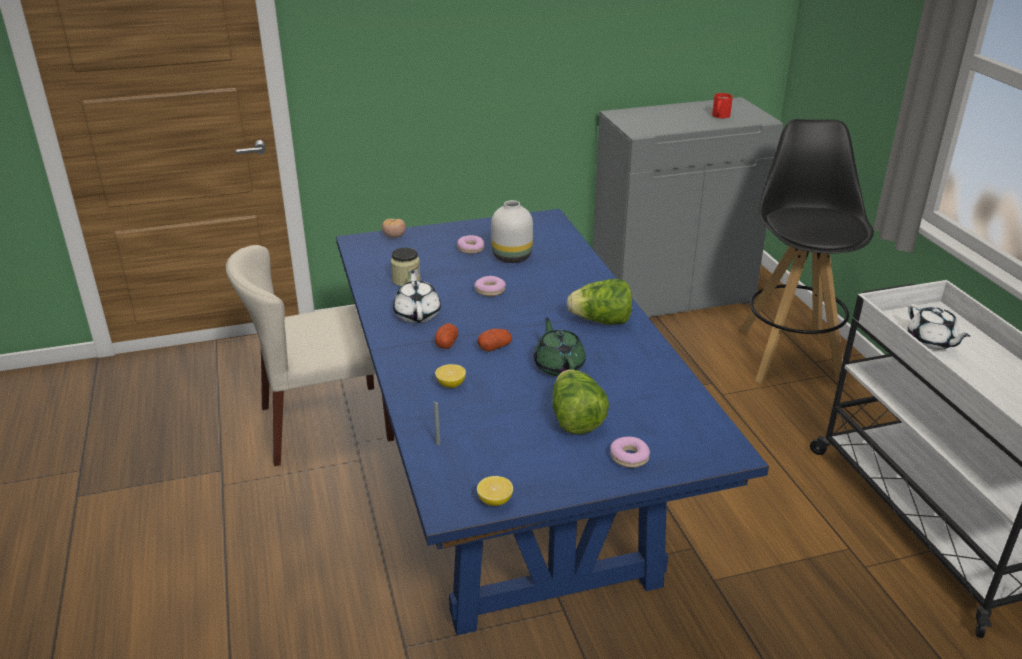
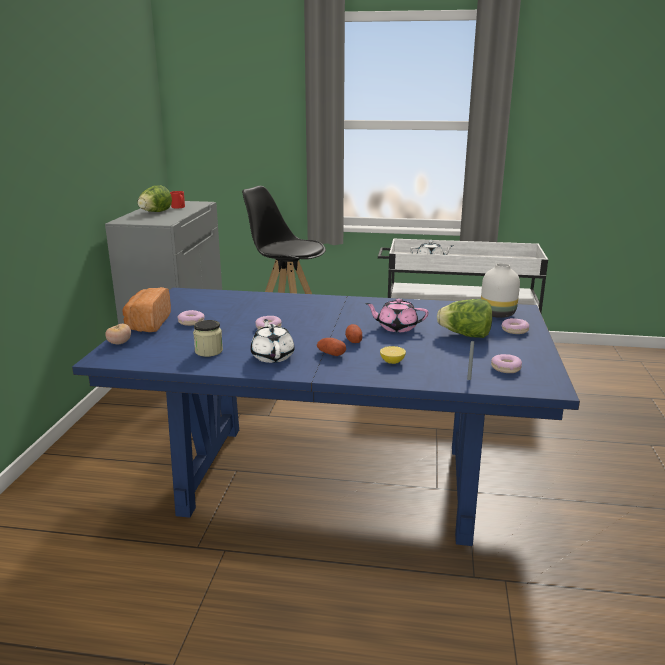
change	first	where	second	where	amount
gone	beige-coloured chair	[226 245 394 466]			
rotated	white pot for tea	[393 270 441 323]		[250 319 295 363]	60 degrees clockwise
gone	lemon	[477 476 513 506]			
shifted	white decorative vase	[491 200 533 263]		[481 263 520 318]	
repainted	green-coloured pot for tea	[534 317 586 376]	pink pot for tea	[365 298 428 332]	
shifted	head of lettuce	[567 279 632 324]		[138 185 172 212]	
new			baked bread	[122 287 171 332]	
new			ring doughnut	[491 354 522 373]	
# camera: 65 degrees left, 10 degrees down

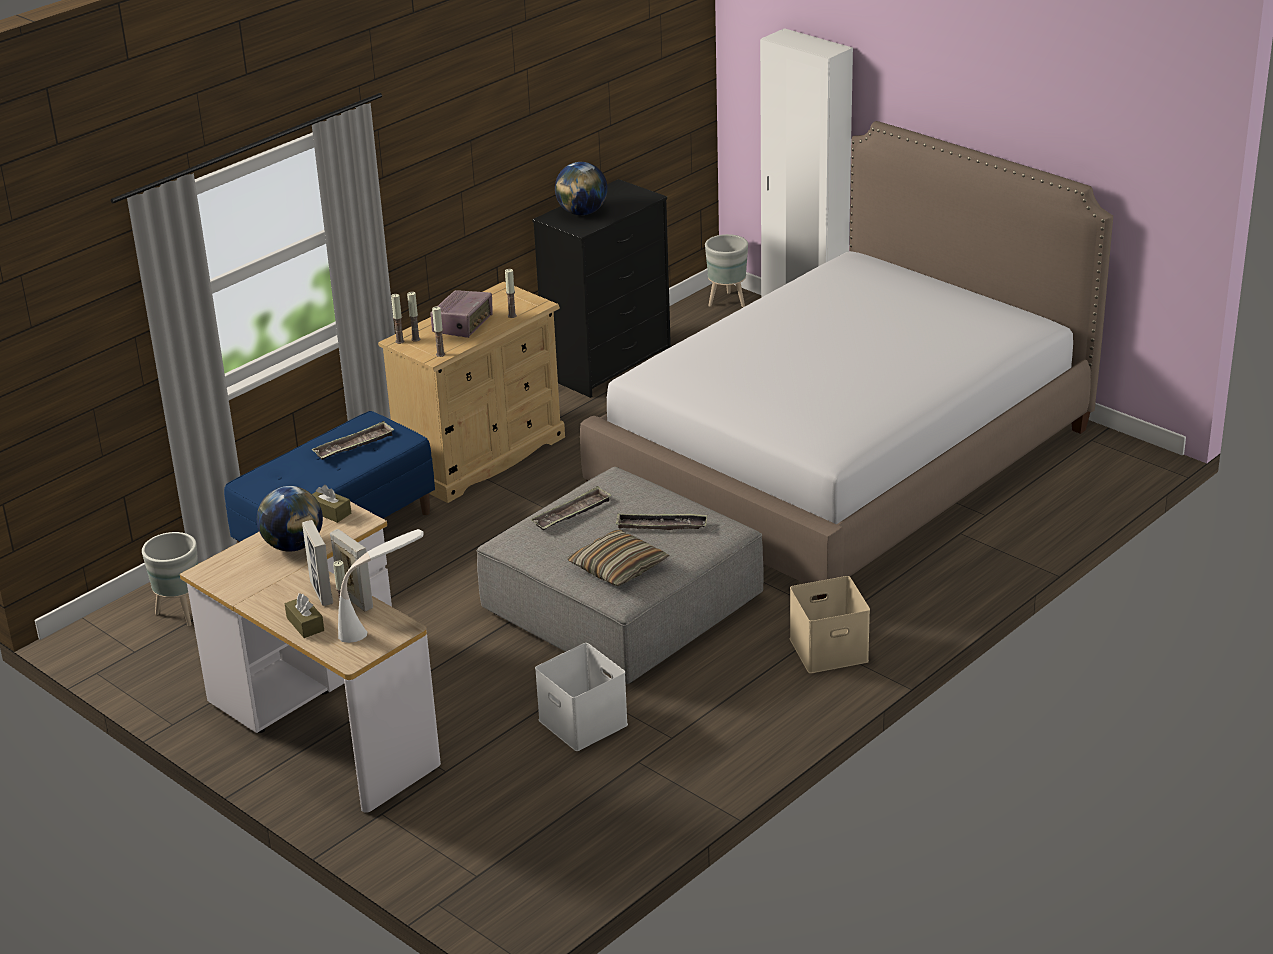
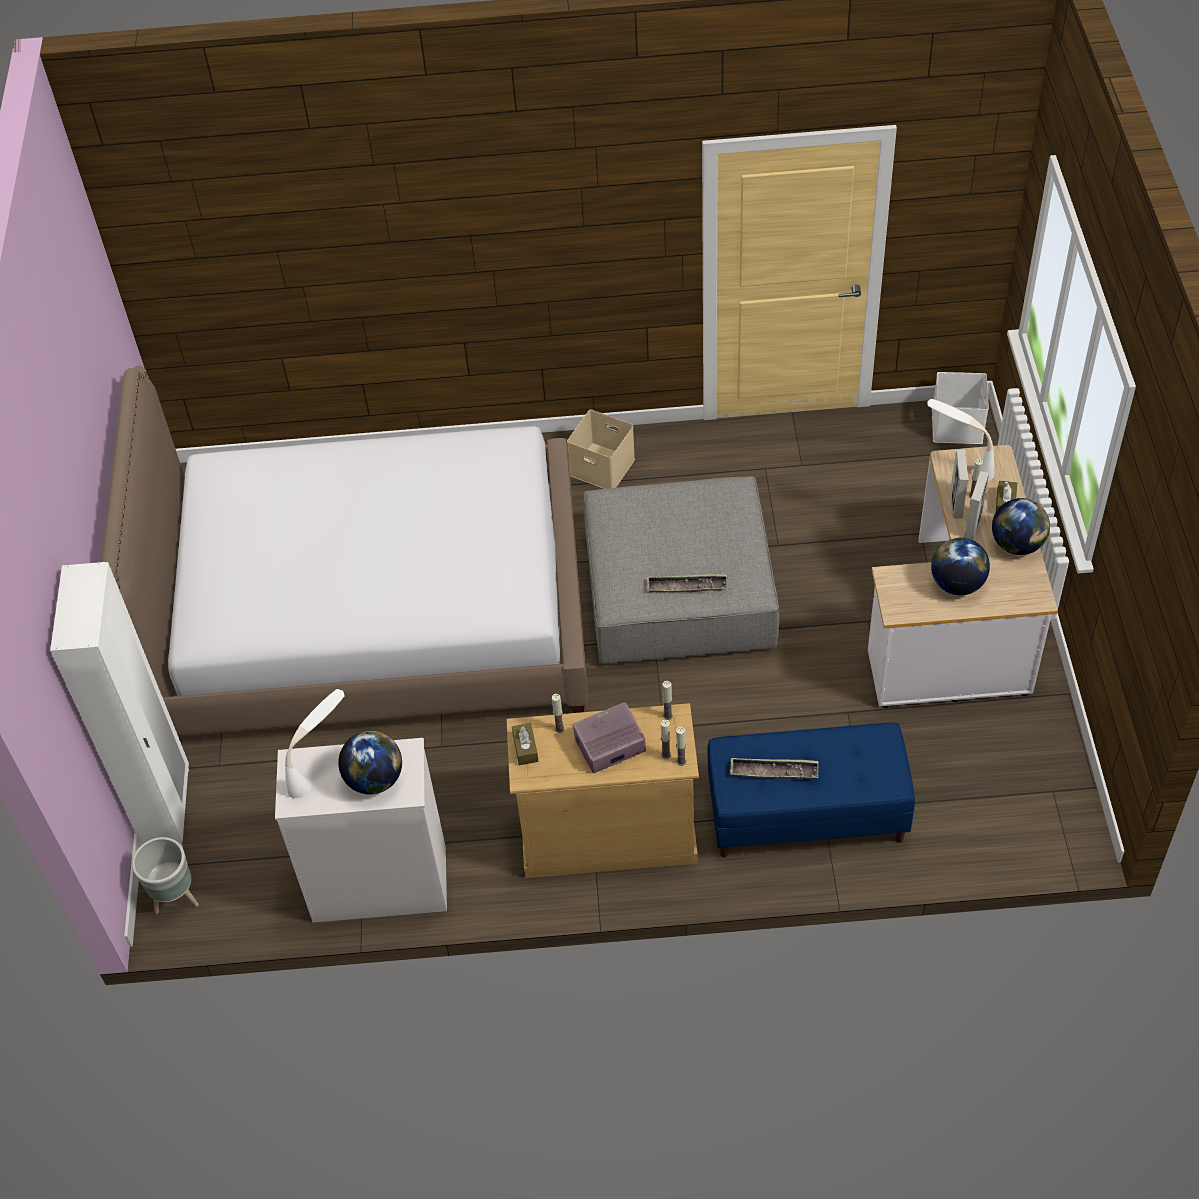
change	first	where	second	where	amount
gone	greyish plant pot	[142 532 198 626]			
shifted	brown-coloured tissue box	[312 485 351 523]		[512 723 538 765]	
repainted	blackish dresser	[532 179 671 398]	white dresser	[275 738 447 923]	
shifted	white storage container	[535 643 628 751]		[932 372 989 444]	
gone	cushion	[567 529 670 587]			
gone	tray	[616 514 708 530]			
new			white table lamp	[285 689 345 799]	
new			world globe	[992 498 1050 555]	
# camera: 135 degrees left, 20 degrees up

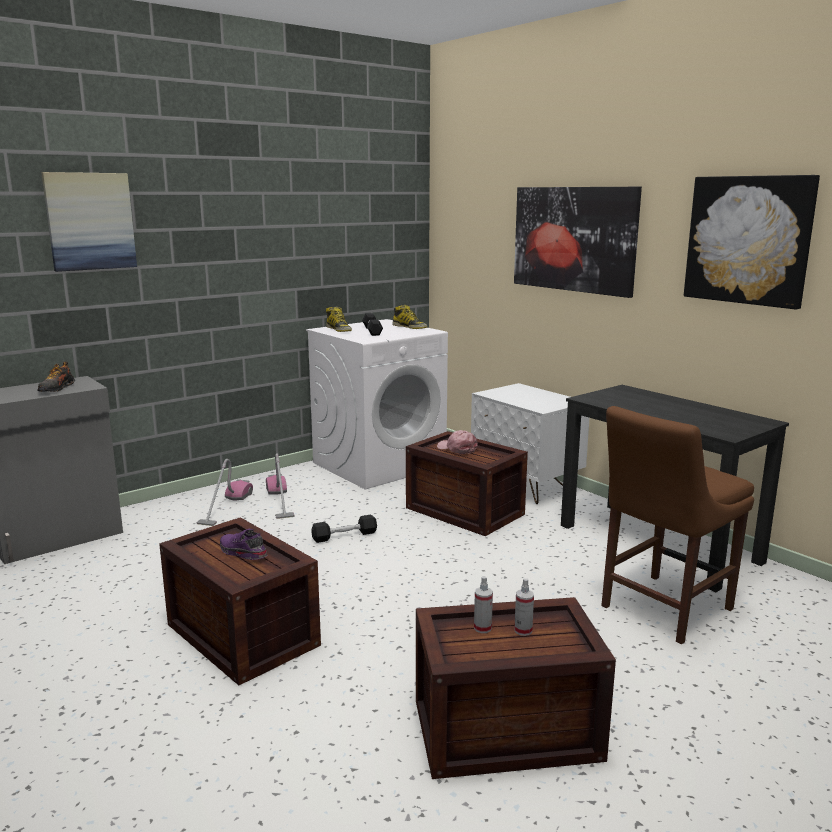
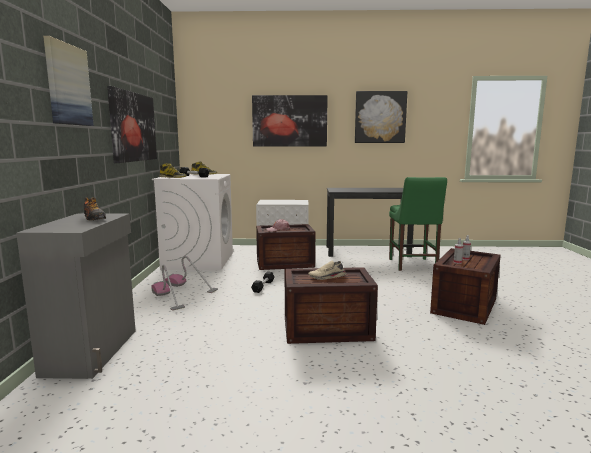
change	first	where	second	where	amount
repainted	purple item of footwear	[220 529 267 560]	beige-coloured item of footwear	[308 261 346 280]	
repainted	brown-coloured chair	[601 406 754 644]	green-coloured chair	[389 177 447 271]	
new			wall art	[107 86 157 163]	
# camera: 50 degrees left, 5 degrees down

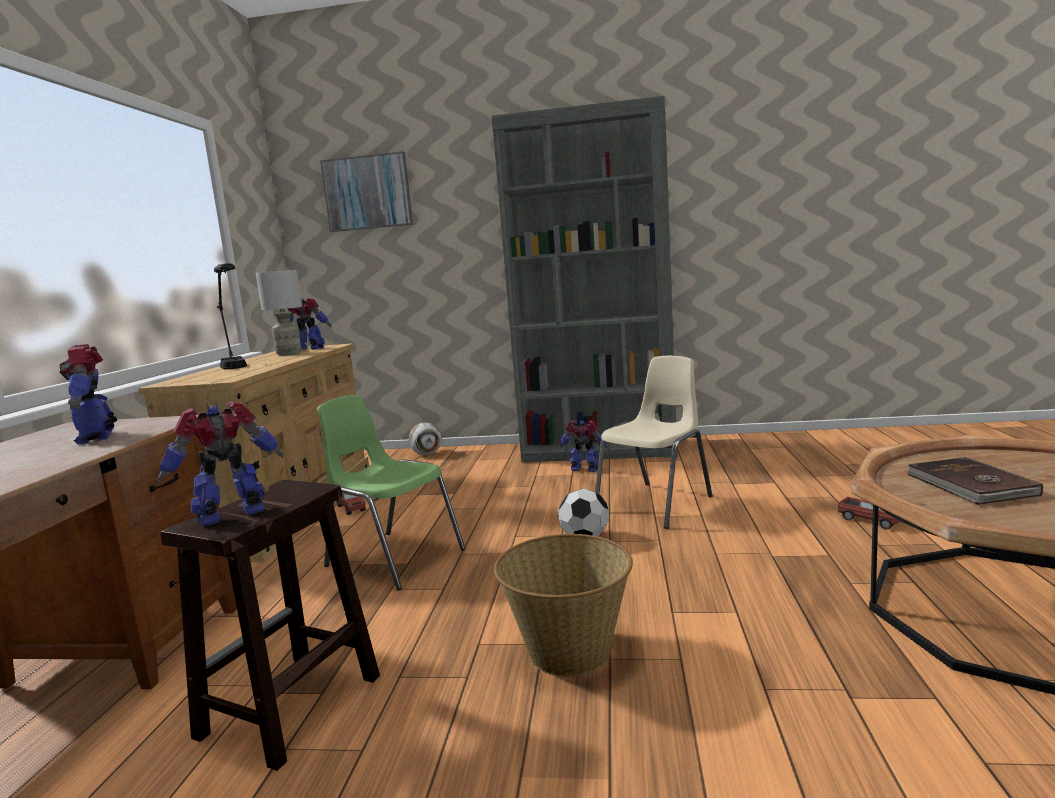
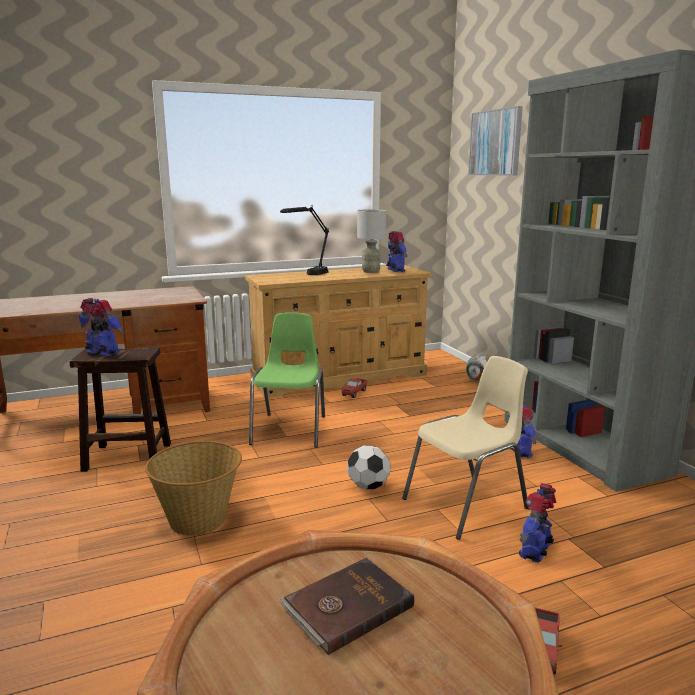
change	first	where	second	where	amount
shifted	toy robot	[59 344 117 444]		[519 483 556 563]	
rotated	beige-coloured chair	[595 356 712 529]		[402 356 528 540]	45 degrees counterclockwise
# camera: 60 degrees right, 5 degrees up

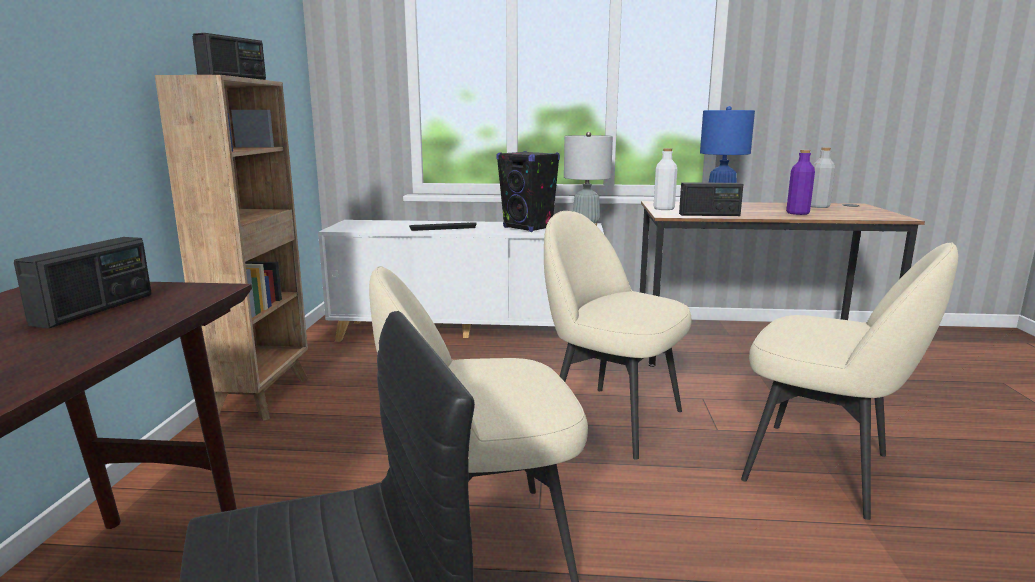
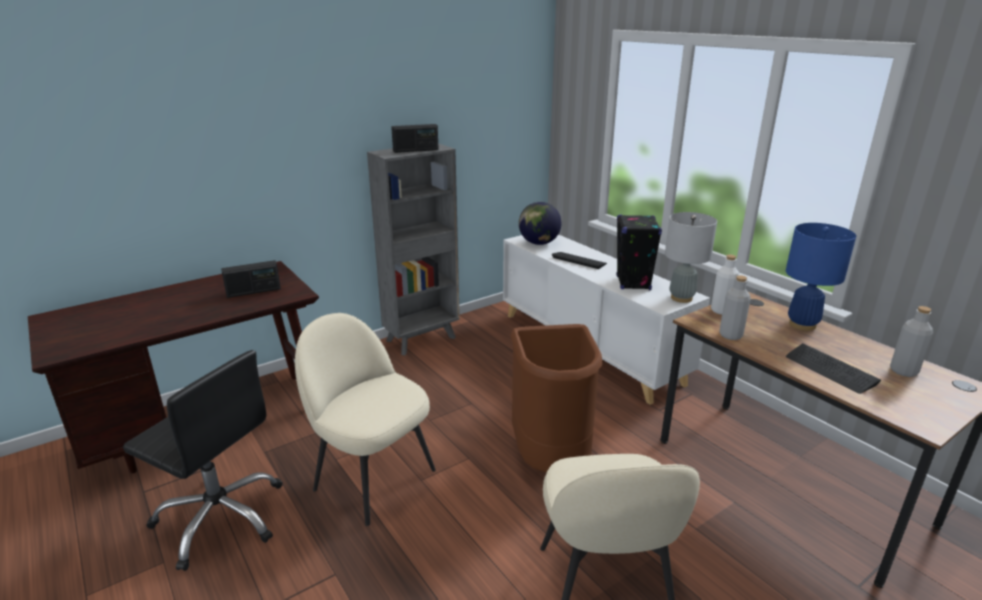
change	first	where	second	where	amount
repainted	brown-coloured bookshelf	[155 75 309 421]	greyish bookshelf	[367 143 460 355]	
swapped	beige-coloured chair	[544 211 692 460]	brown-coloured rubbish bin	[511 324 602 473]	
swapped	radio receiver	[679 182 744 216]	greyish drink bottle	[719 275 751 340]	
swapped	purple drink bottle	[786 150 815 215]	computer keyboard	[786 343 881 394]	
new			world globe	[519 202 562 245]	
# camera: 50 degrees right, 10 degrees up

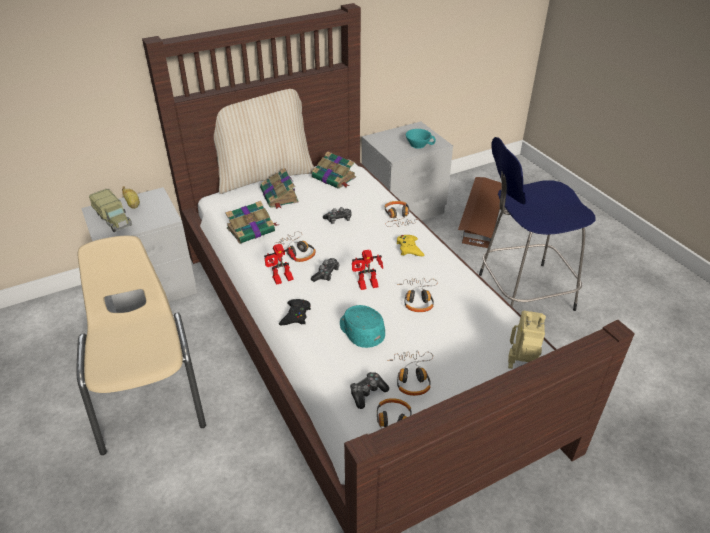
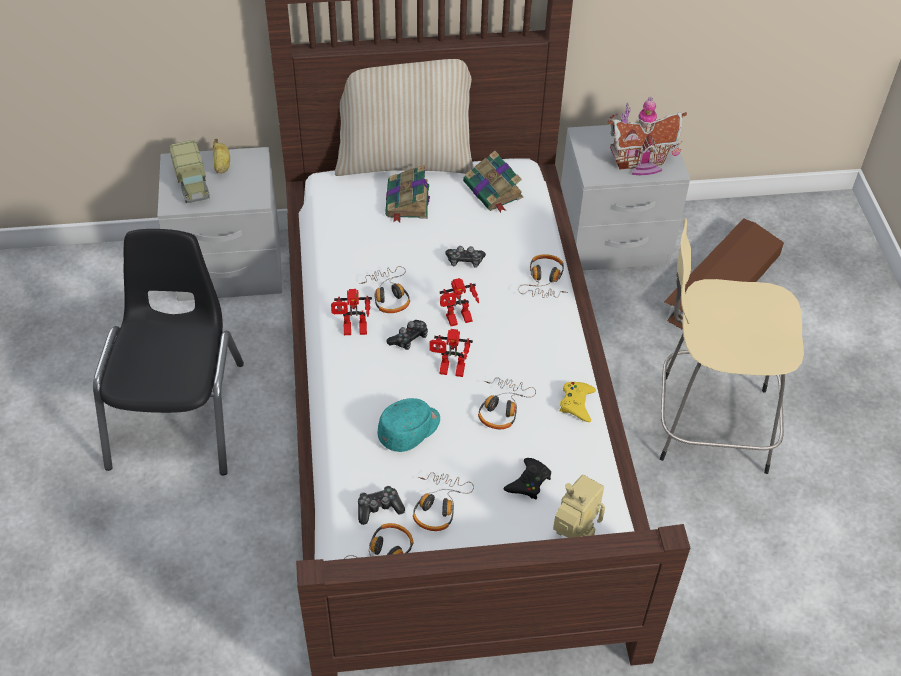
change	first	where	second	where	amount
repainted	beige-coloured chair	[76 236 206 455]	blackish chair	[93 229 244 476]	
gone	volume	[225 201 279 244]			
shifted	blackish joypad	[279 299 311 325]		[503 458 551 499]	
rotated	turquoise-coloured cap	[340 305 385 348]		[378 398 440 452]	60 degrees clockwise
shifted	yellow-coloured joypad	[397 235 424 256]		[560 382 596 422]	
swapped	turquoise-coloured drinking cup	[406 129 436 149]	miniature house	[608 96 687 175]	
repainted	blue stool	[479 137 595 311]	beige-coloured stool	[660 218 804 474]	
new			toy robot	[440 278 479 326]	
# camera: 20 degrees right, 10 degrees up

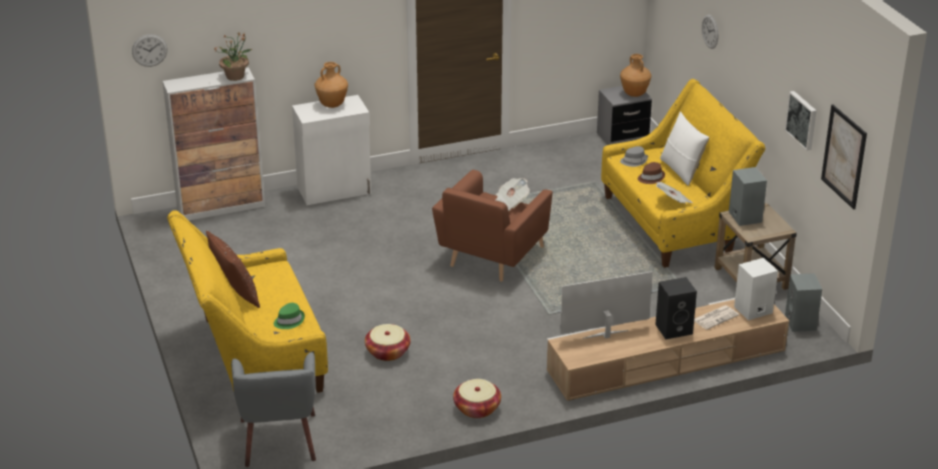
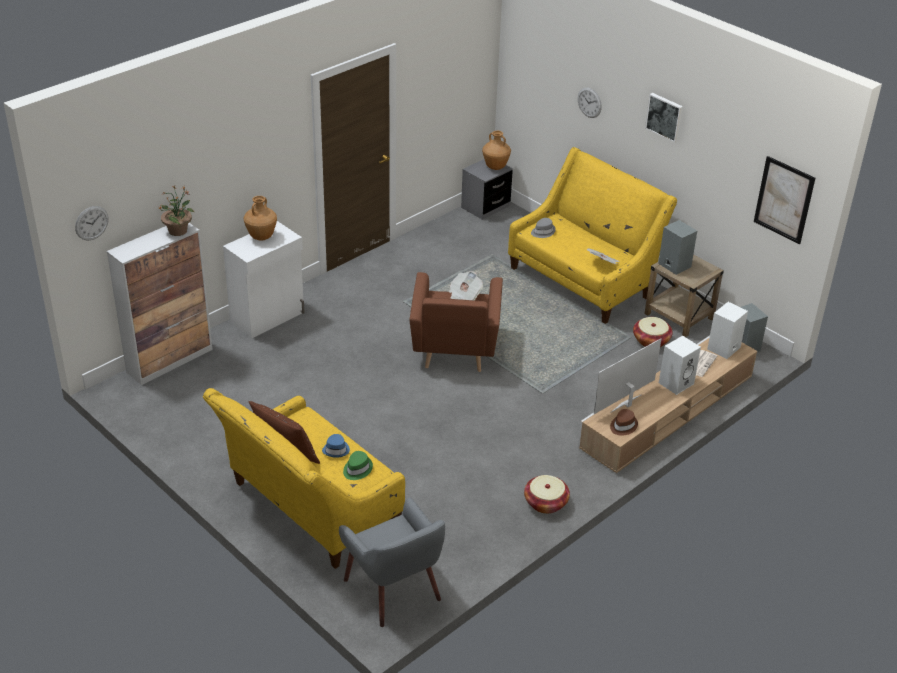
change	first	where	second	where	amount
shifted	storage basket	[365 324 411 361]		[633 317 673 347]	
shifted	brown-coloured hat	[638 162 665 184]		[610 409 638 435]	
repainted	blackish audio speaker	[655 277 697 340]	white audio speaker	[659 336 701 395]	
gone	white cushion	[660 111 709 186]			
shifted	wall art	[785 91 817 150]		[645 93 683 143]	
new			blue hat	[322 434 350 458]	
# camera: 25 degrees left, 5 degrees up

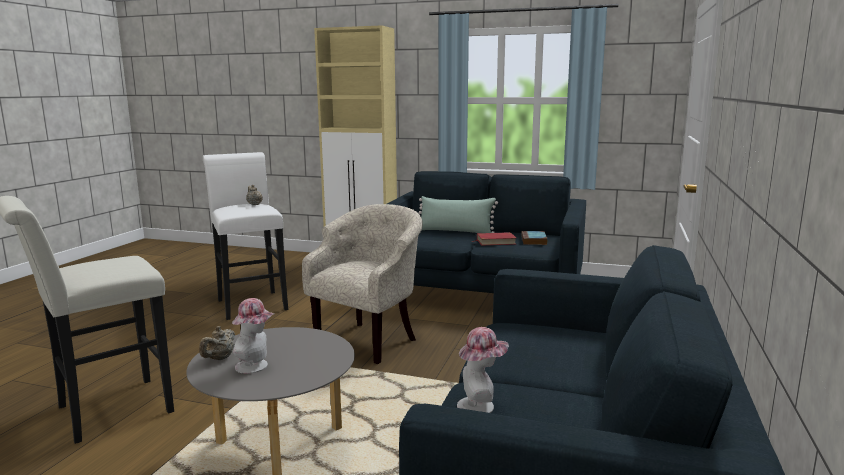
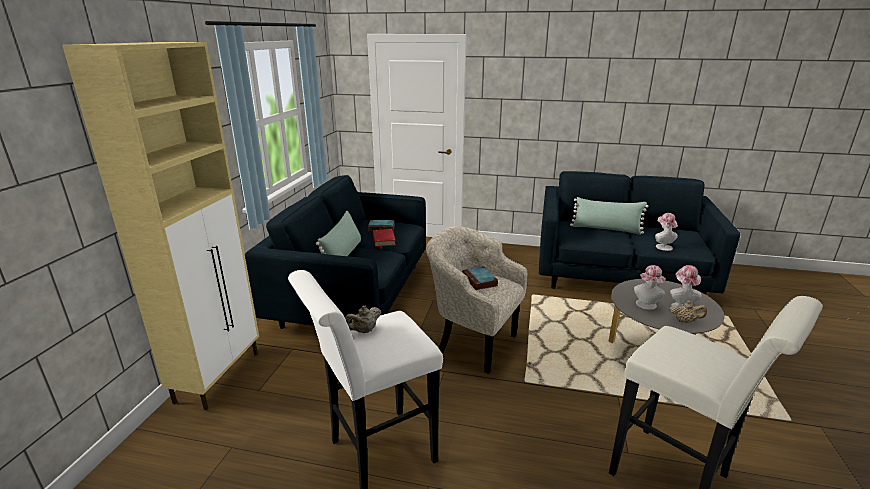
change	first	where	second	where	amount
new			volume	[462 266 498 290]	
new			green-coloured cushion	[570 197 649 235]	
new			hat	[634 265 666 310]	
# camera: 95 degrees left, 10 degrees up

